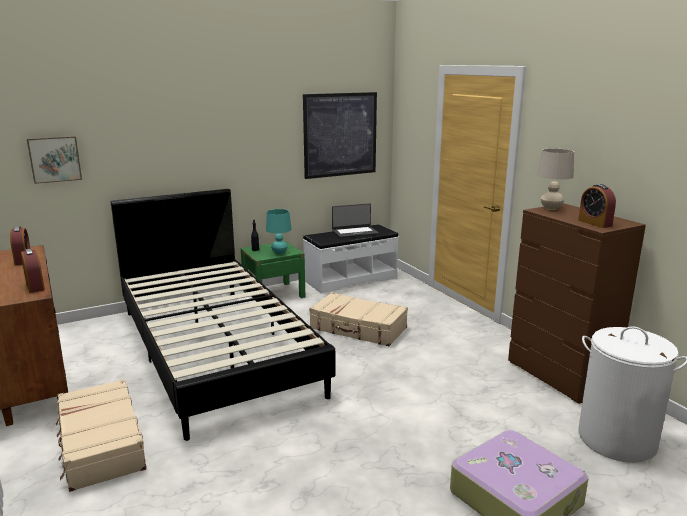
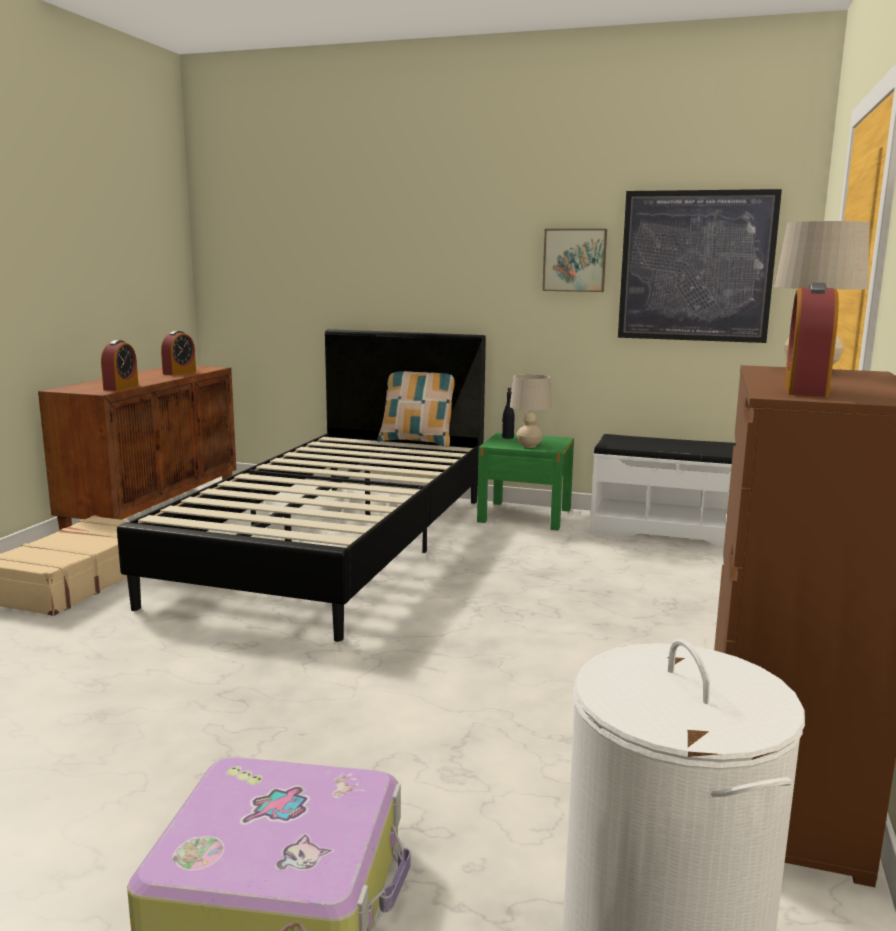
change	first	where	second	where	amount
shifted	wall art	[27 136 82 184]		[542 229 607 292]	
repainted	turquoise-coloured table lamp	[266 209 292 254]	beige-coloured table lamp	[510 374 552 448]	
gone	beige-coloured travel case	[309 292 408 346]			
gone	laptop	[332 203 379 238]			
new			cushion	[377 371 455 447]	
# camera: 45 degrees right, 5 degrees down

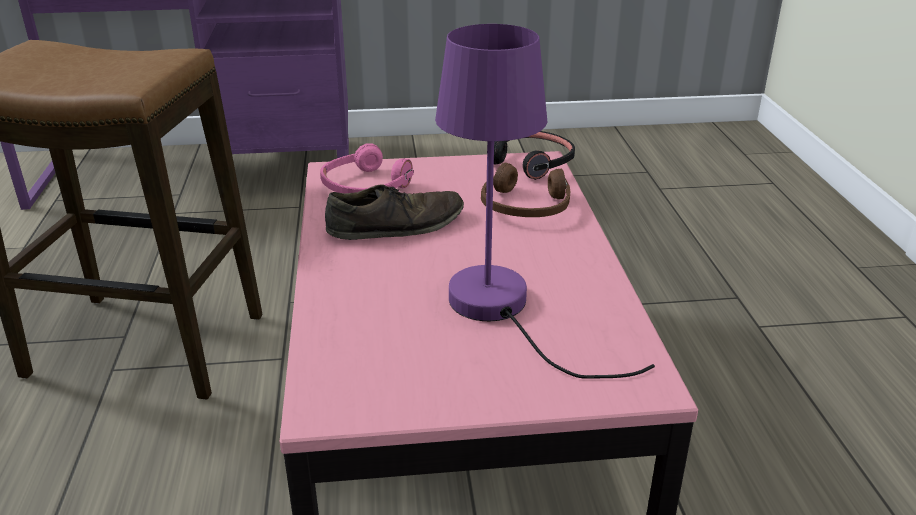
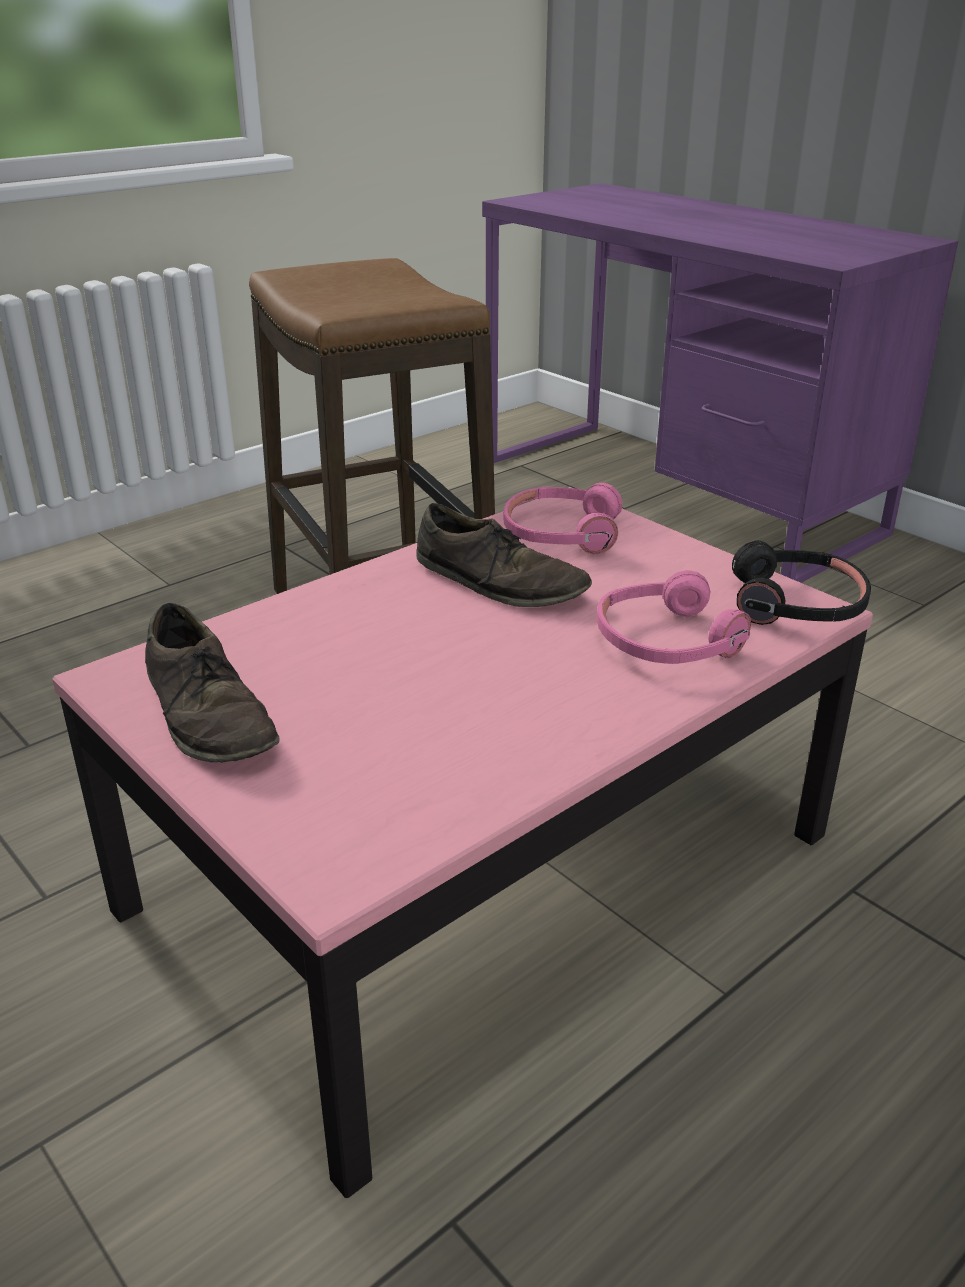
change	first	where	second	where	amount
gone	purple table lamp	[435 24 655 379]			
repainted	brown-coloured headset	[481 162 570 217]	pink headset	[597 570 751 664]	
new			brown-coloured item of footwear	[145 603 280 763]	
# camera: 55 degrees right, 0 degrees up

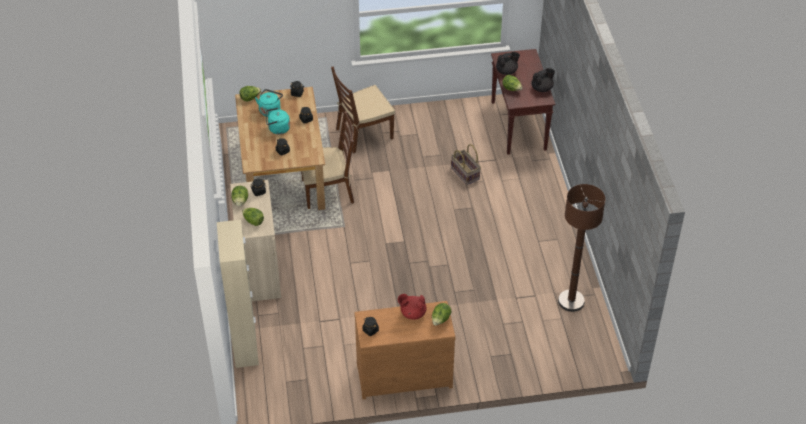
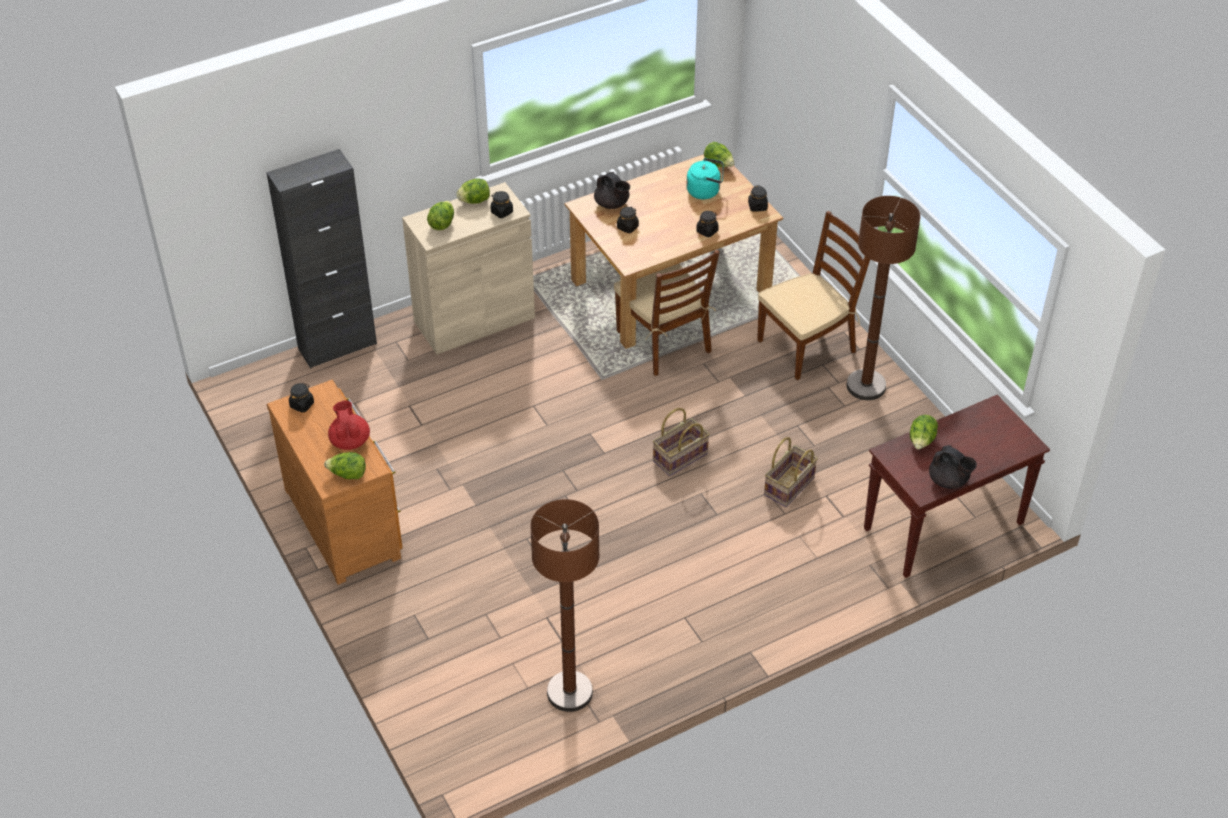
change	first	where	second	where	amount
repainted	beige-coloured cupboard	[217 220 259 368]	blackish cupboard	[266 149 377 369]	
gone	turquoise-coloured tea kettle	[266 108 290 134]			
rotated	brown-coloured chair	[331 66 395 153]		[757 211 870 380]	105 degrees clockwise
shifted	blackish pot for tea	[496 52 520 75]		[594 172 630 209]	
new			storage basket	[653 408 710 476]	
new			brown-coloured standard lamp	[846 196 921 400]	
# camera: 70 degrees right, 0 degrees up

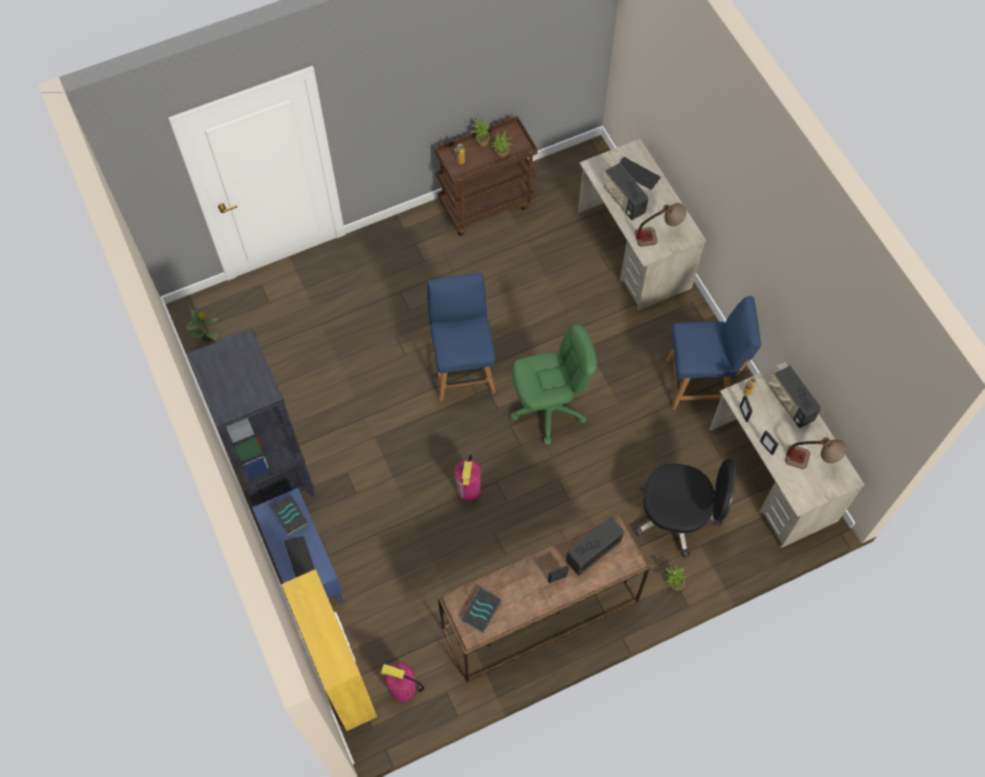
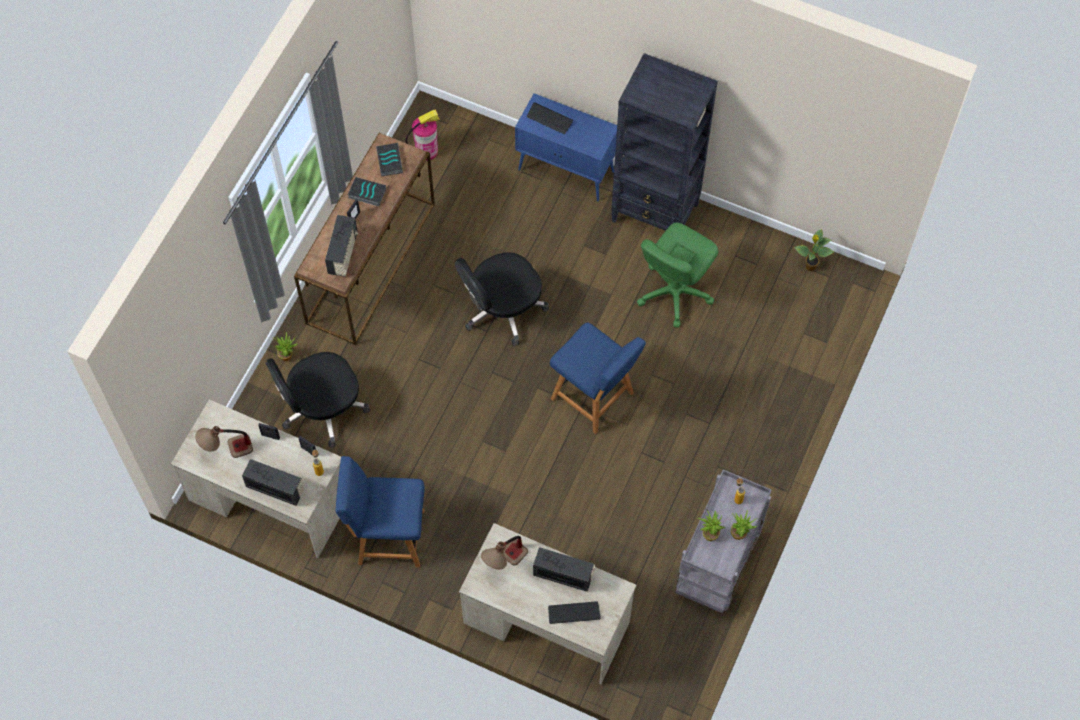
change	first	where	second	where	amount
shifted	volume	[271 494 309 536]		[347 177 386 206]	
gone	yellow-coloured cupboard	[281 569 377 731]			
repainted	brown-coloured wheeled cart	[435 116 538 236]	greyish wheeled cart	[676 469 772 613]	
swapped	fire-fighting cylinder	[455 455 481 501]	blackish computer chair	[455 252 549 346]	
shifted	green-coloured computer chair	[510 324 597 445]		[637 223 718 327]	
rotated	blue chair	[666 296 761 409]		[335 456 425 568]	45 degrees clockwise
# camera: 140 degrees right, 0 degrees up

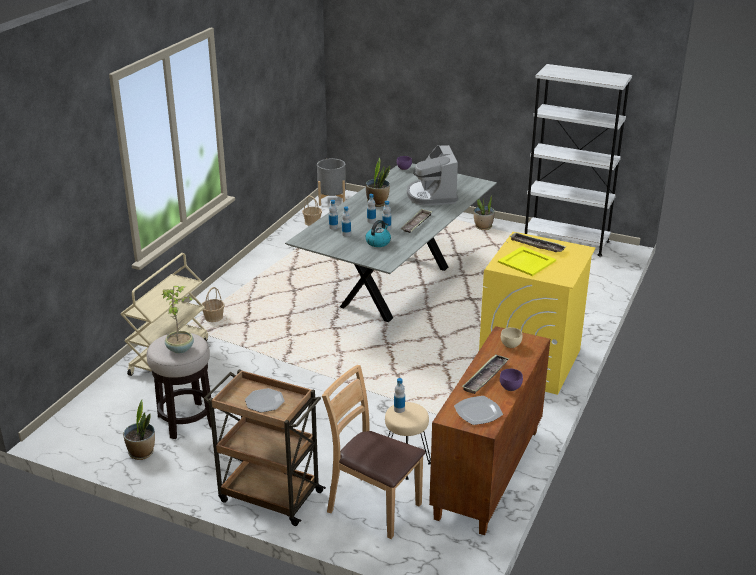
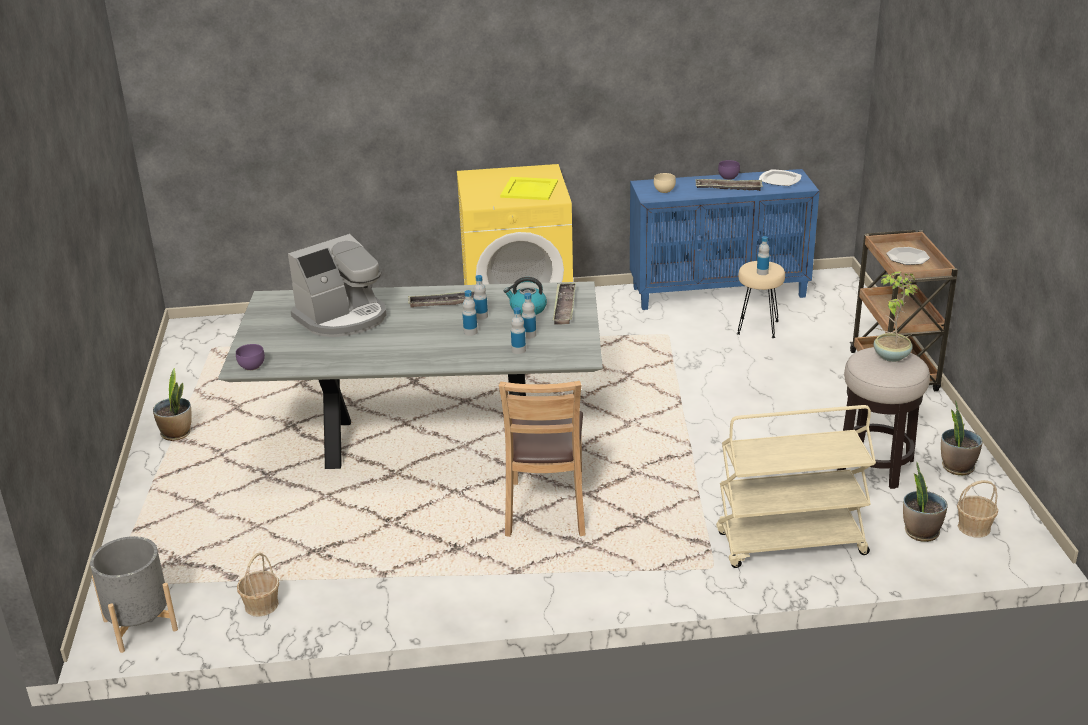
change	first	where	second	where	amount
shifted	storage basket	[202 287 225 322]		[957 480 998 538]	
shifted	brown-coloured chair	[322 365 426 539]		[499 381 585 537]	
shifted	potted plant	[366 157 390 207]		[903 462 948 542]	
repainted	brown-coloured cupboard	[429 326 550 535]	blue cupboard	[630 169 819 310]	
shifted	tray	[509 232 566 252]		[553 283 576 325]	
gone	white bookshelf	[524 64 632 256]			
# camera: 120 degrees left, 0 degrees up

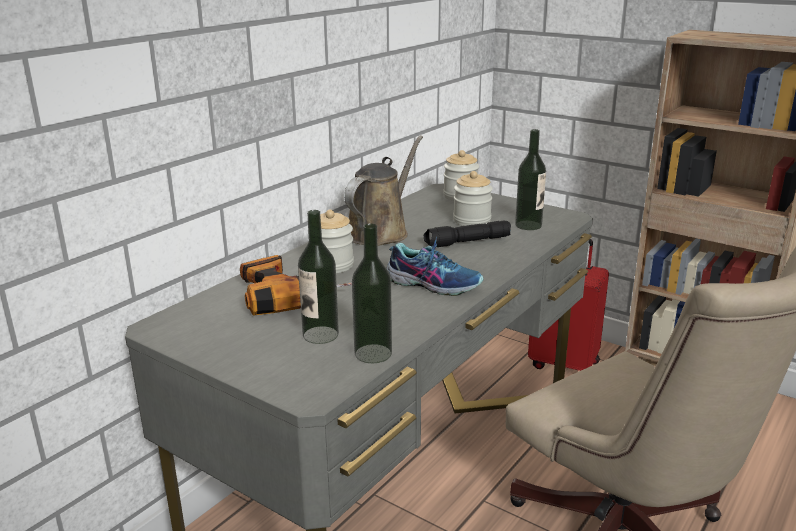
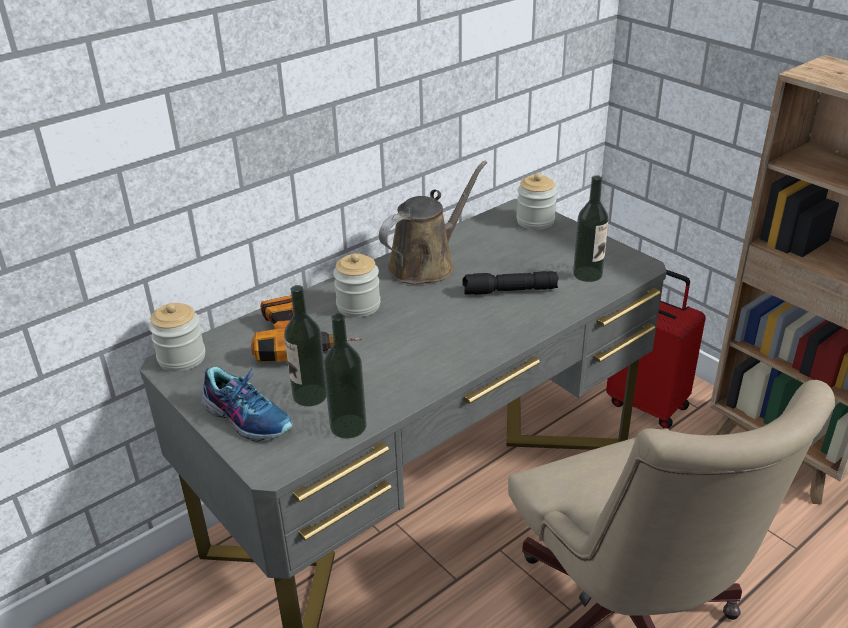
change	first	where	second	where	amount
shifted	item of footwear	[386 237 484 296]		[201 365 293 442]	
shifted	preserve jar	[453 171 493 226]		[149 303 205 372]	
# camera: 15 degrees right, 10 degrees up

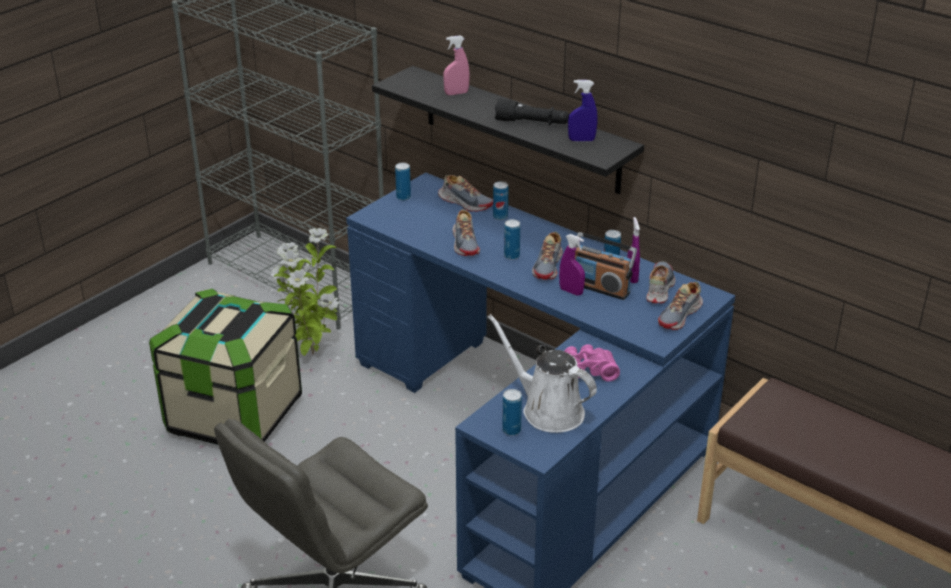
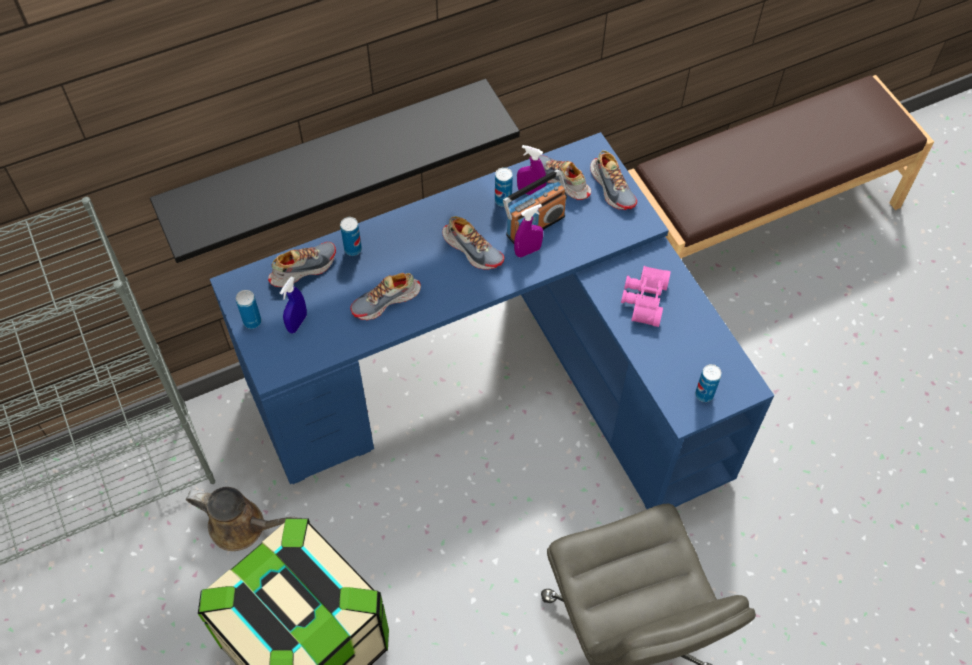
change	first	where	second	where	amount
swapped	potted plant	[271 228 339 356]	brown-coloured watering can	[186 487 300 551]	
gone	pink spray bottle	[443 35 470 95]			
rotated	item of footwear	[452 209 480 256]		[350 273 421 320]	135 degrees clockwise
gone	white watering can	[488 314 597 433]			
gone	blackish torch	[495 99 569 125]			
gone	metal can	[504 219 520 260]			
shifted	blue spray bottle	[568 80 597 141]		[280 277 307 333]	
# camera: 65 degrees left, 25 degrees up

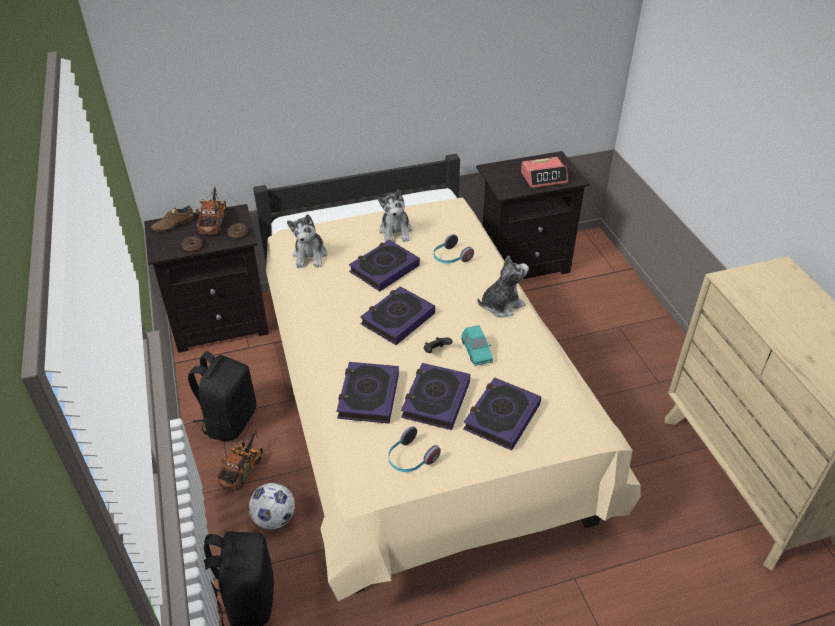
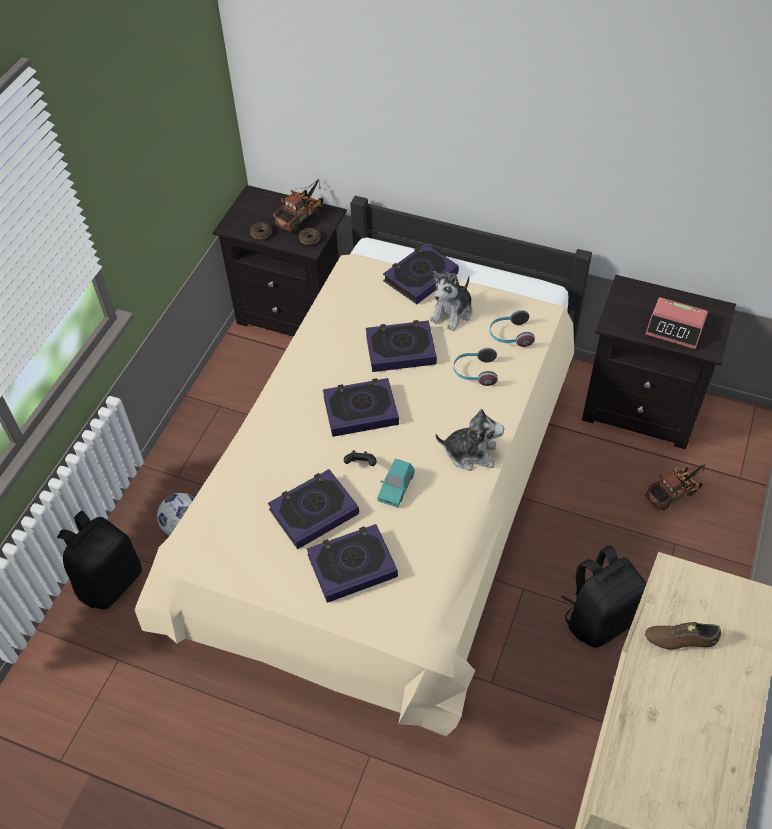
change	first	where	second	where	amount
shifted	brown-coloured item of footwear	[151 205 194 232]		[645 622 721 649]	
shifted	blackish knapsack	[188 351 256 441]		[561 545 647 648]	
shifted	toy lorry	[215 431 263 492]		[645 464 705 511]	
gone	cuddly toy	[287 214 327 268]			
shifted	volume	[337 362 399 424]		[383 244 459 304]	
shifted	headset	[388 426 441 472]		[490 310 535 347]	
# camera: 40 degrees right, 10 degrees up

